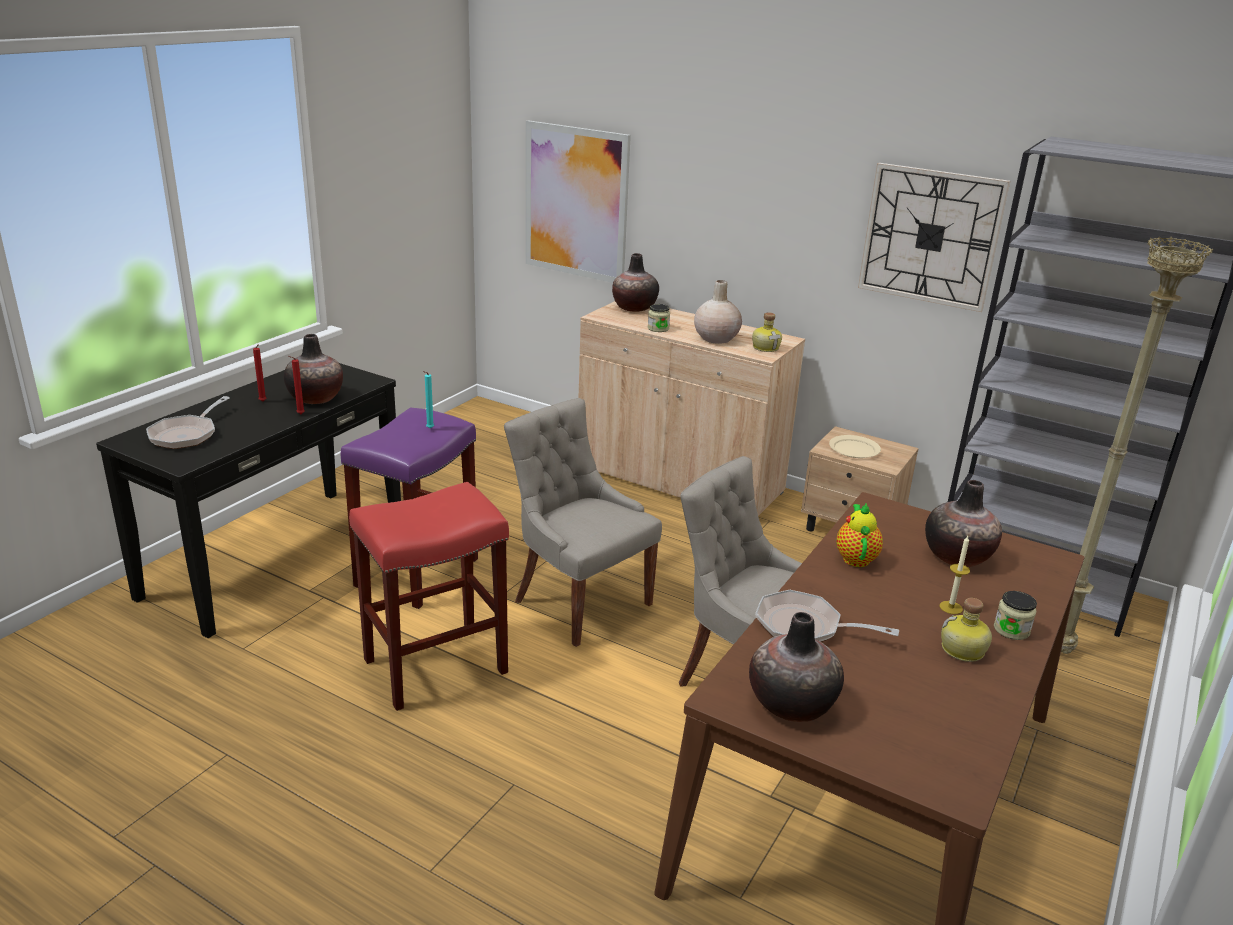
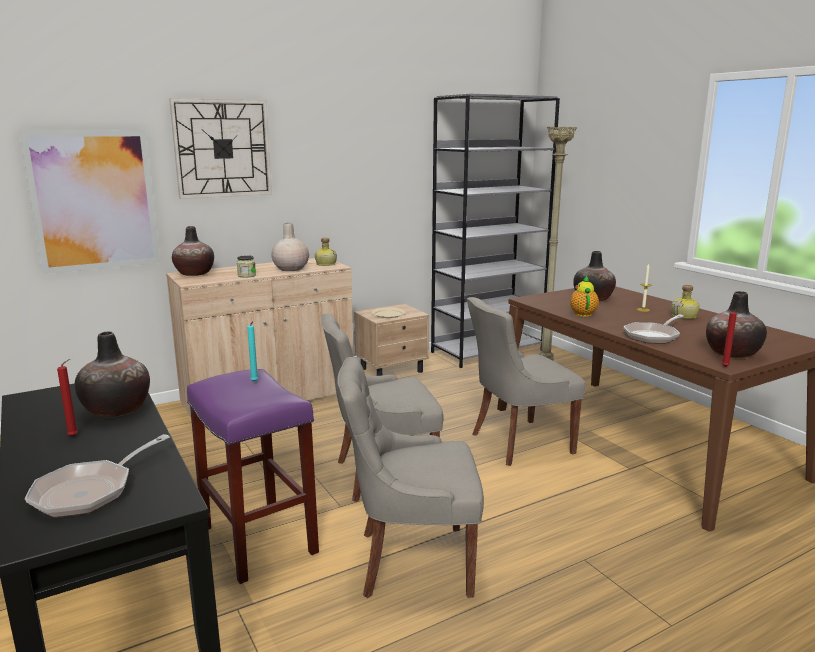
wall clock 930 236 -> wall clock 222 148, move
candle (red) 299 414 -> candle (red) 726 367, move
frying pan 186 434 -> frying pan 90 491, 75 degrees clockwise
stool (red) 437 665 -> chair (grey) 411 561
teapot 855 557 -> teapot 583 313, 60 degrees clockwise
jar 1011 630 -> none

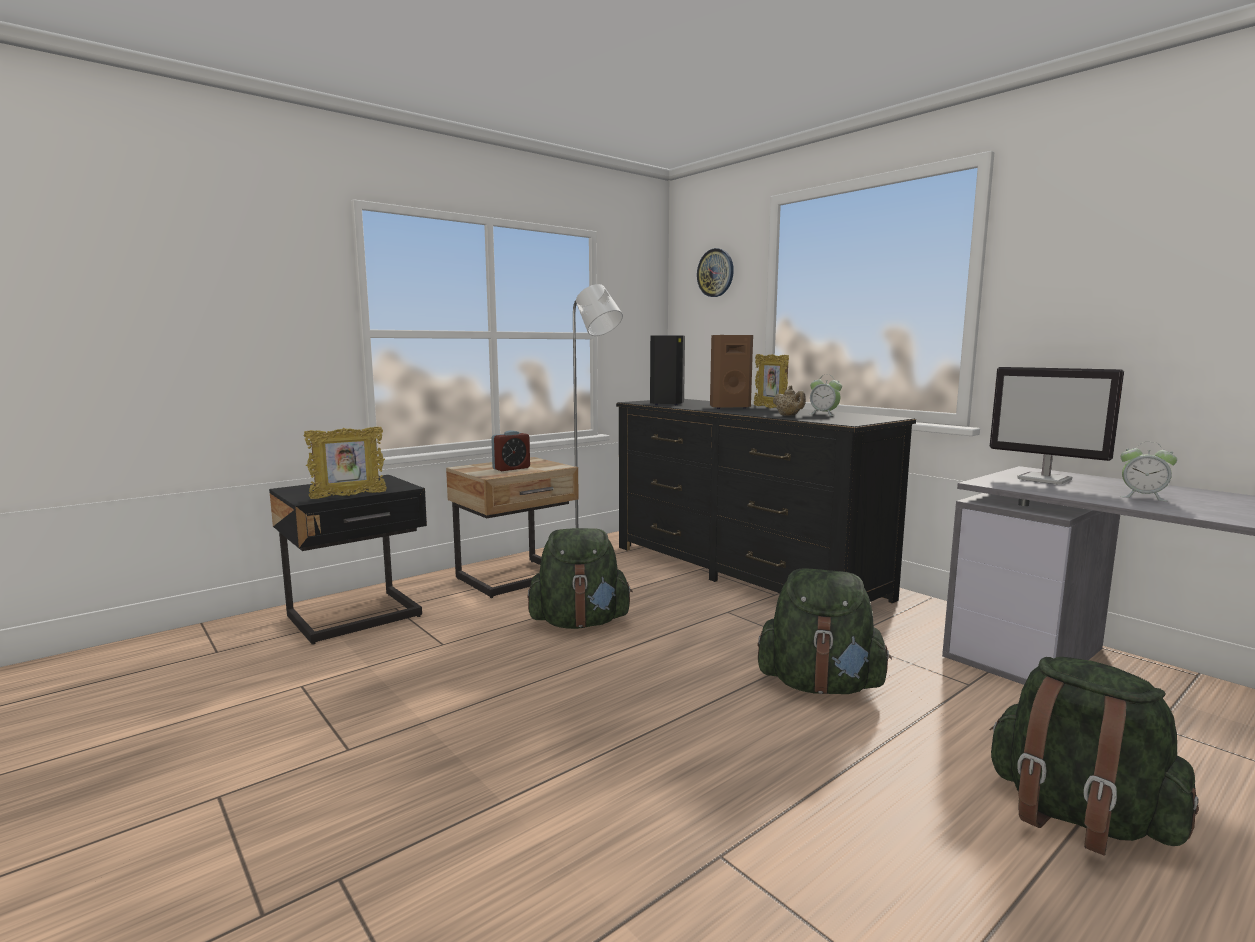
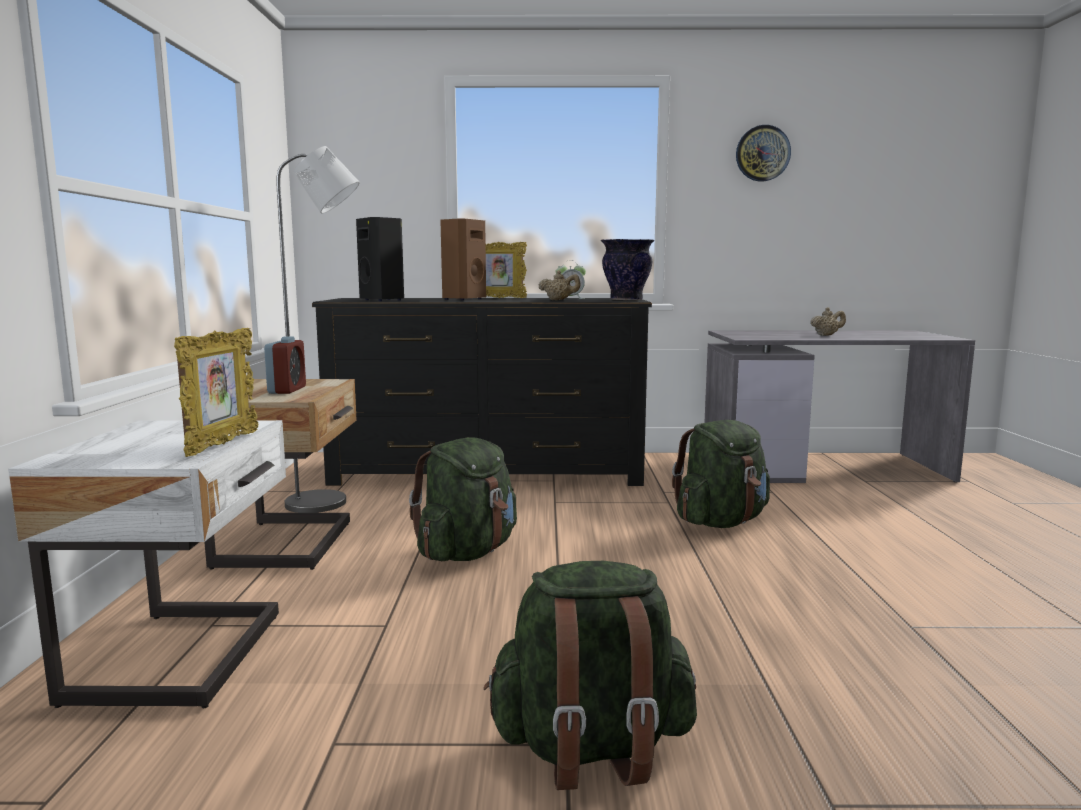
wall clock 715 273 -> wall clock 762 153, move
monitor 1045 479 -> none
alarm clock 1142 497 -> teapot (beige) 826 335
nightstand (black) 357 618 -> nightstand (white) 186 656
backpack (green) 1077 817 -> backpack (green) 591 748, move
none -> vase 627 300

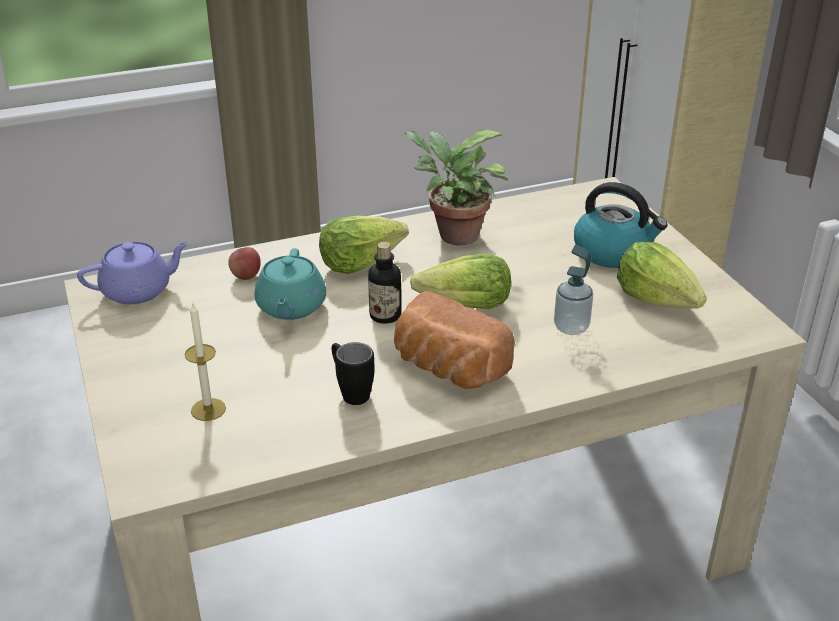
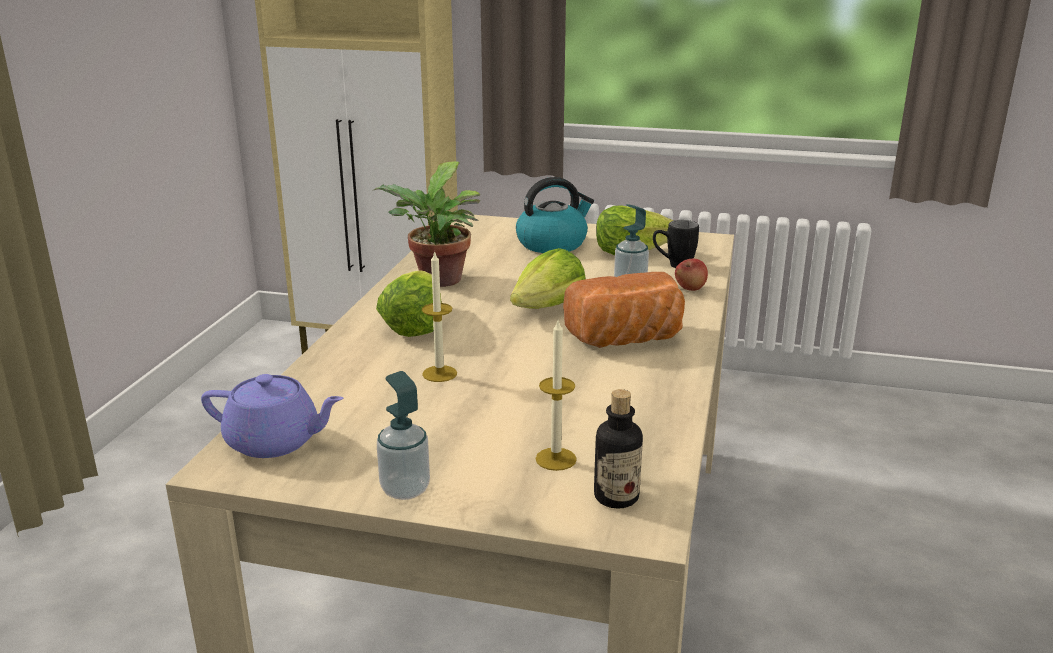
teapot (purple) 138 291 -> teapot (purple) 275 442, 90 degrees clockwise
bottle 385 315 -> bottle 616 497, move
apple 246 276 -> apple 690 288, move
teapot (turquoise) 291 307 -> candle 439 374
mug (black) 350 392 -> mug (black) 673 265, move
none -> soap dispenser 405 489

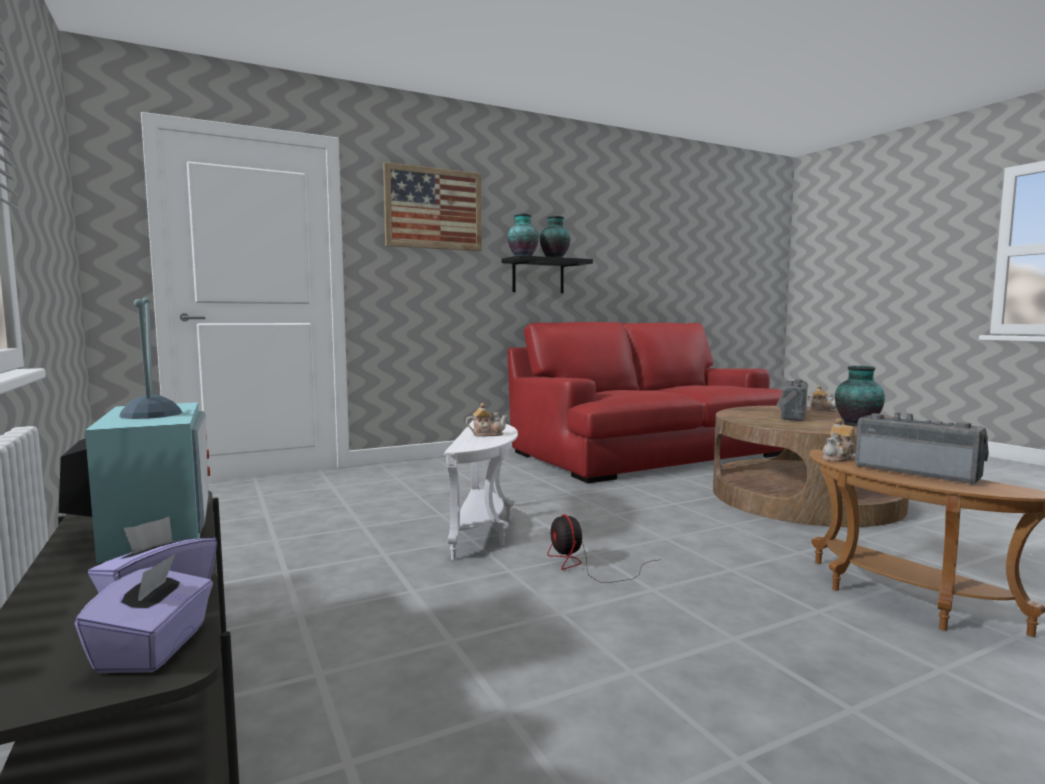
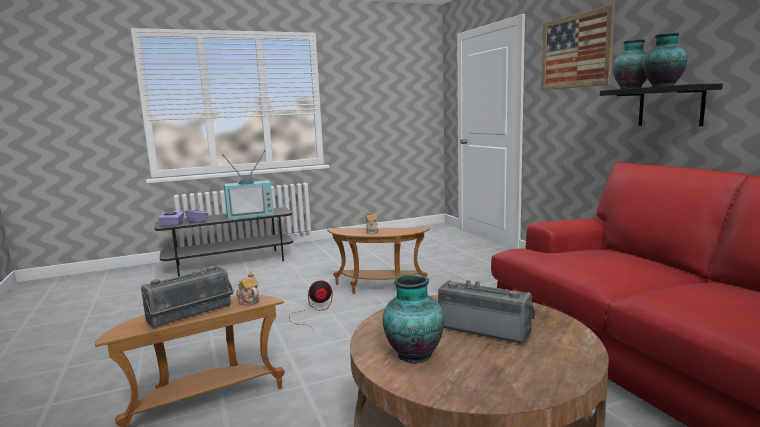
teapot 822 410 -> none
side table (white) 484 530 -> side table (brown) 378 288

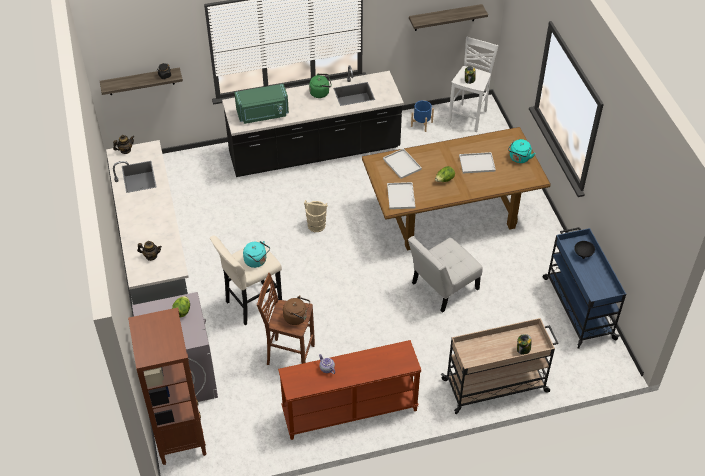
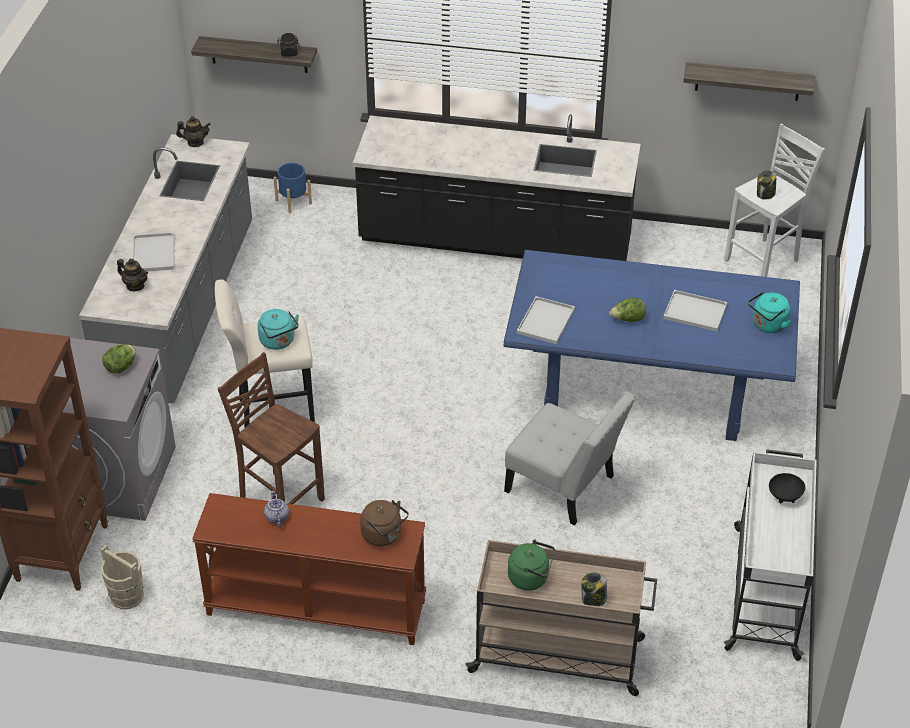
kettle (green) 321 93 -> kettle (green) 531 578, move
microwave (green) 263 114 -> none
planter (blue) 421 124 -> planter (blue) 293 202, move
dining table (brown) 450 214 -> dining table (blue) 644 388
tray (white) 401 164 -> tray (white) 153 253, move
bucket (beige) 316 225 -> bucket (beige) 127 595, move
cart (blue) 578 307 -> cart (white) 765 590
chair (white) 442 288 -> chair (white) 564 487, 135 degrees counterclockwise
kettle (brown) 297 317 -> kettle (brown) 384 535, move

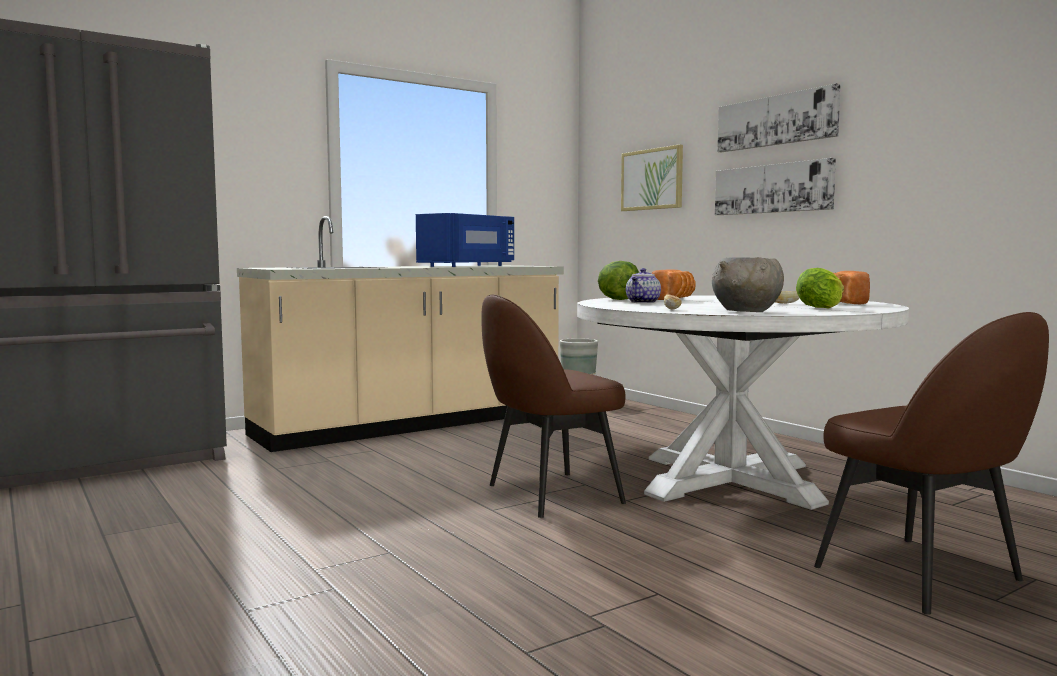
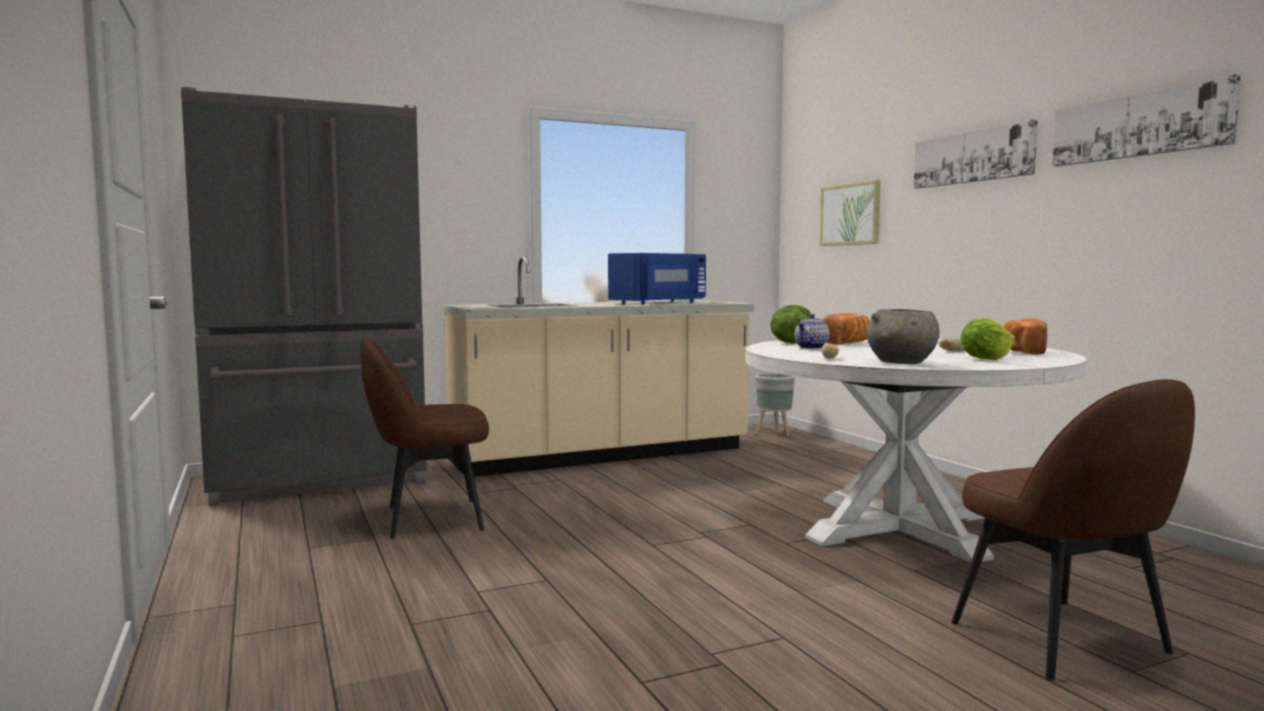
picture 773 188 -> picture 1139 125, move
chair (brown) 550 494 -> chair (brown) 430 518, move

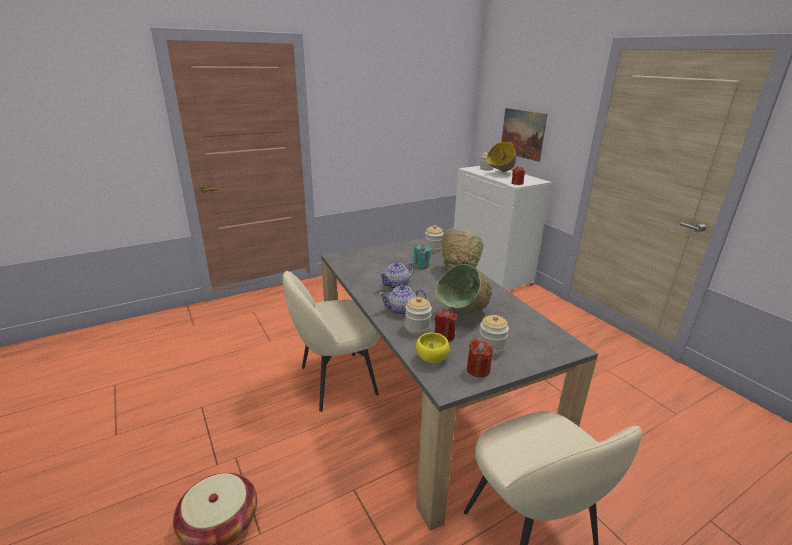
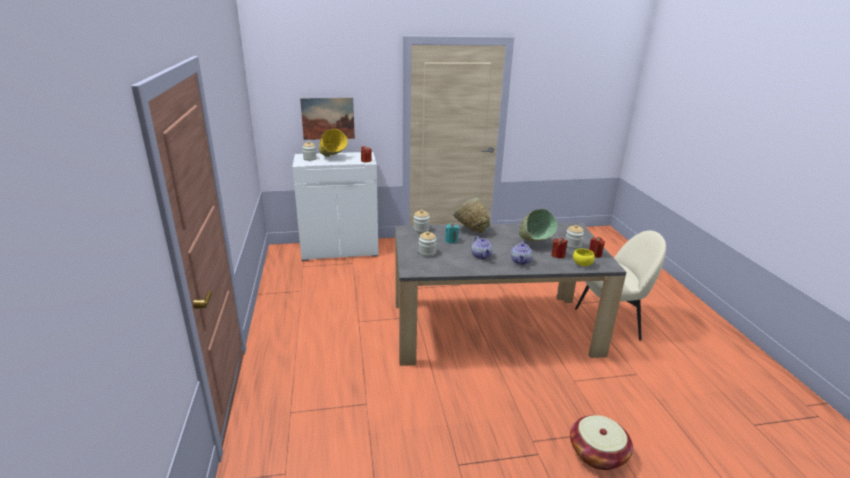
chair (beige) 335 381 -> none
jar 417 328 -> jar 427 253, move

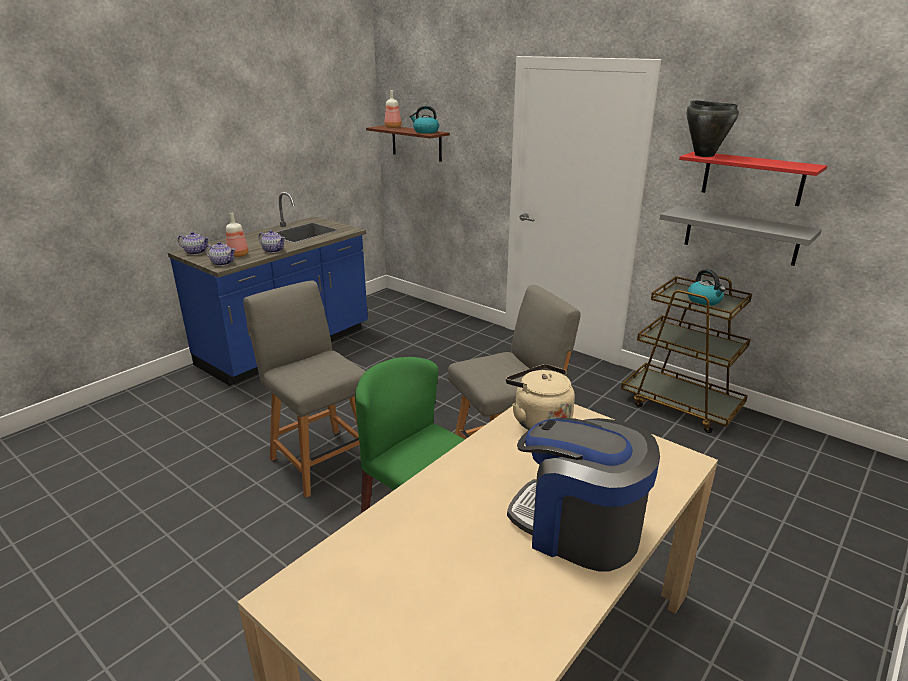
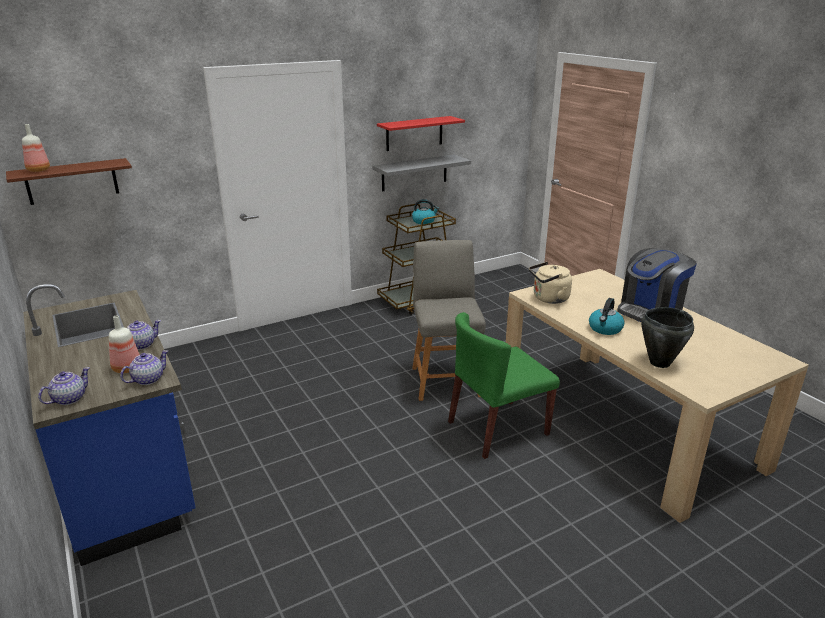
cooking pot (black) 704 155 -> cooking pot (black) 659 362, move
kettle 425 132 -> kettle 605 329, move
chair (grey) 320 459 -> none

